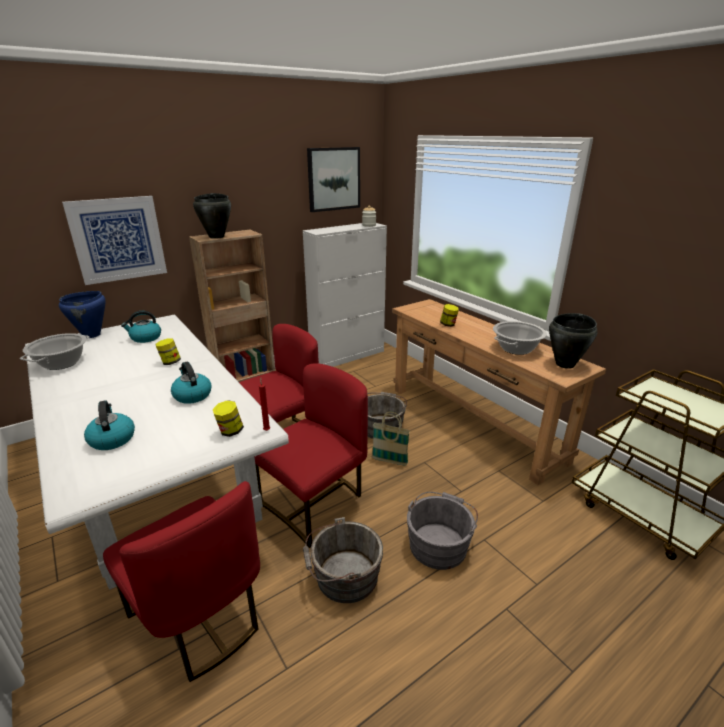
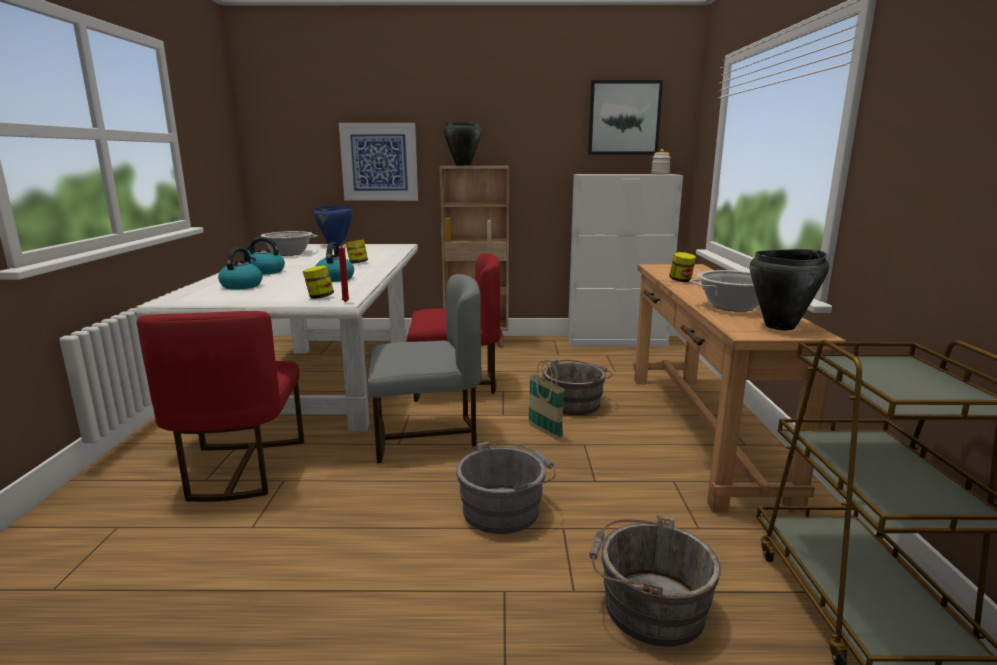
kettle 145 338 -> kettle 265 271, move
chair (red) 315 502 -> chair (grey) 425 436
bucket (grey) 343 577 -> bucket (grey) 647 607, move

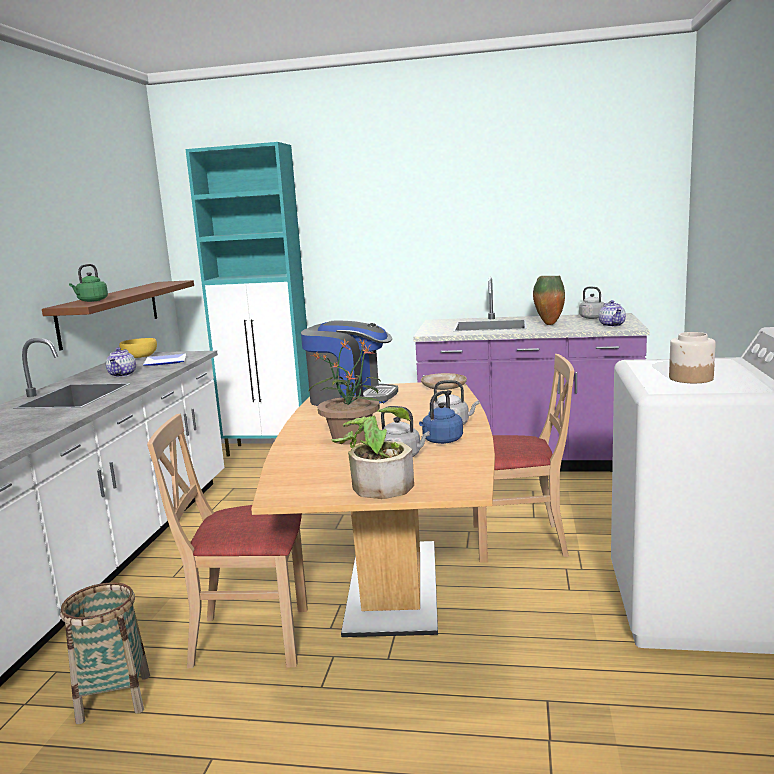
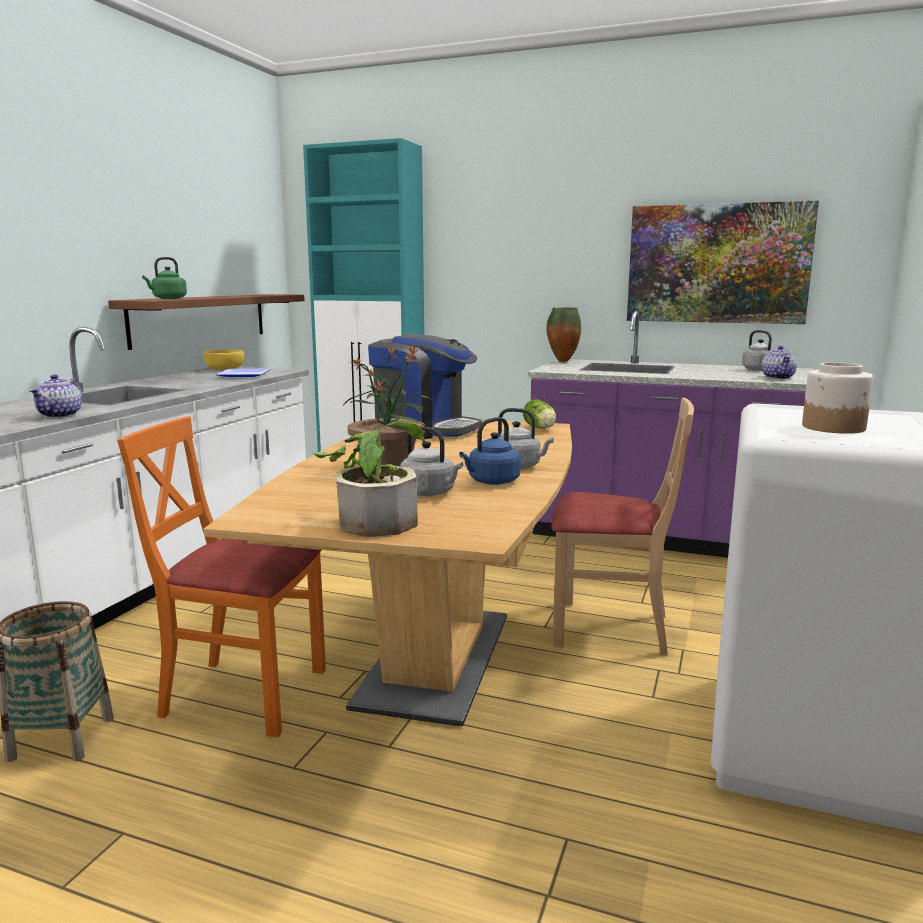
vase 548 324 -> vase 562 361, move
teapot 123 375 -> teapot 60 415, move
plate (beige) 444 387 -> lettuce 540 428
chair (beige) 250 638 -> chair (orange) 245 694
none -> picture 717 264

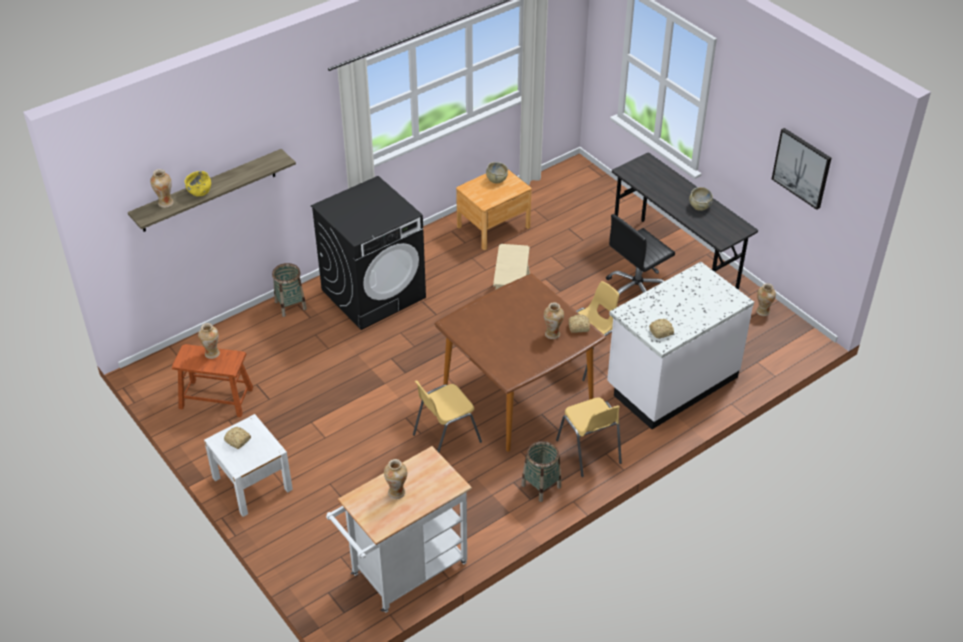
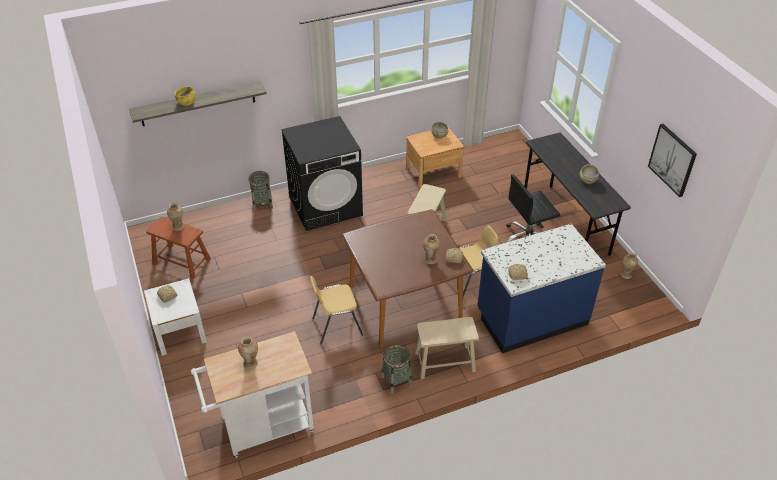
vase 165 203 -> none
counter (white) 671 382 -> counter (blue) 531 317
chair (yellow) 589 452 -> stool (beige) 444 361

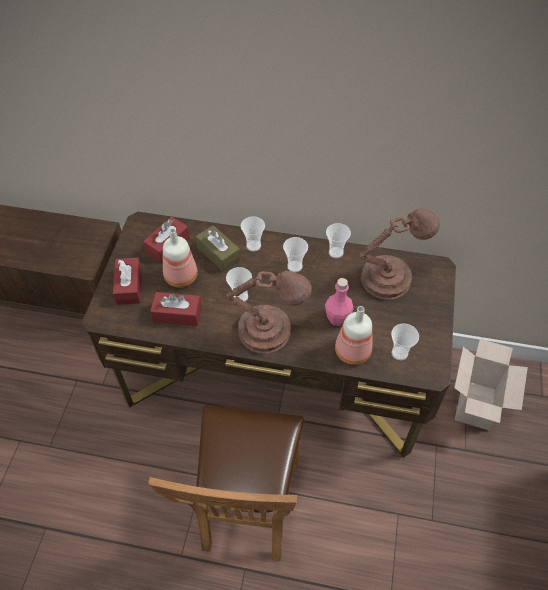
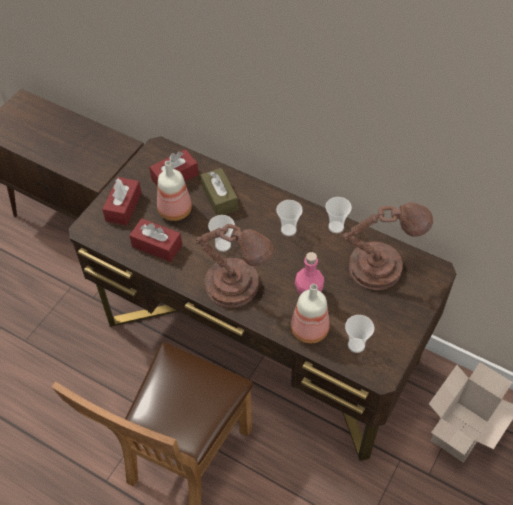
cup 253 245 -> none

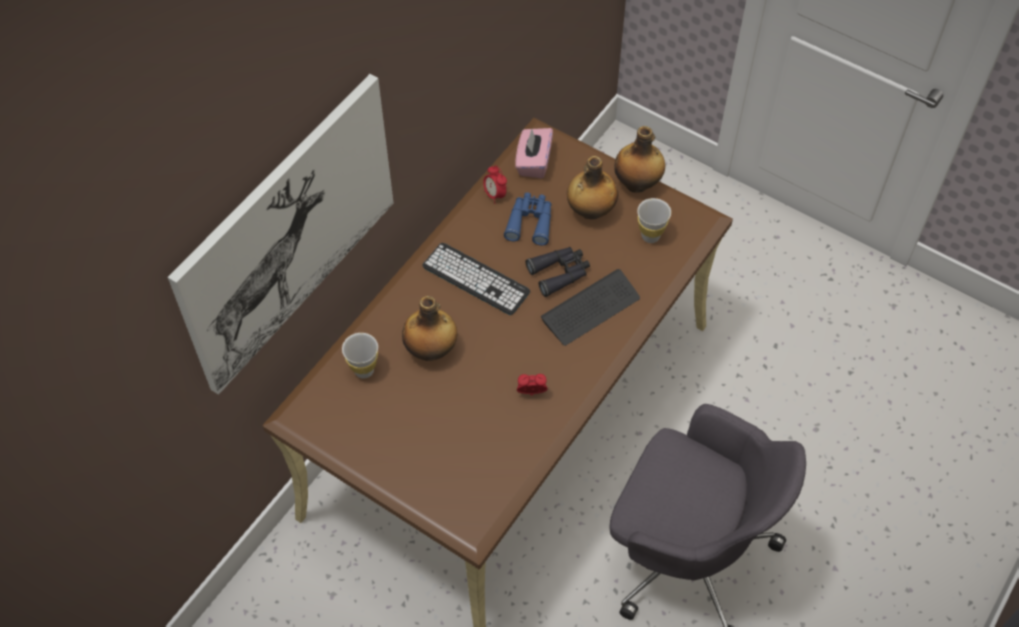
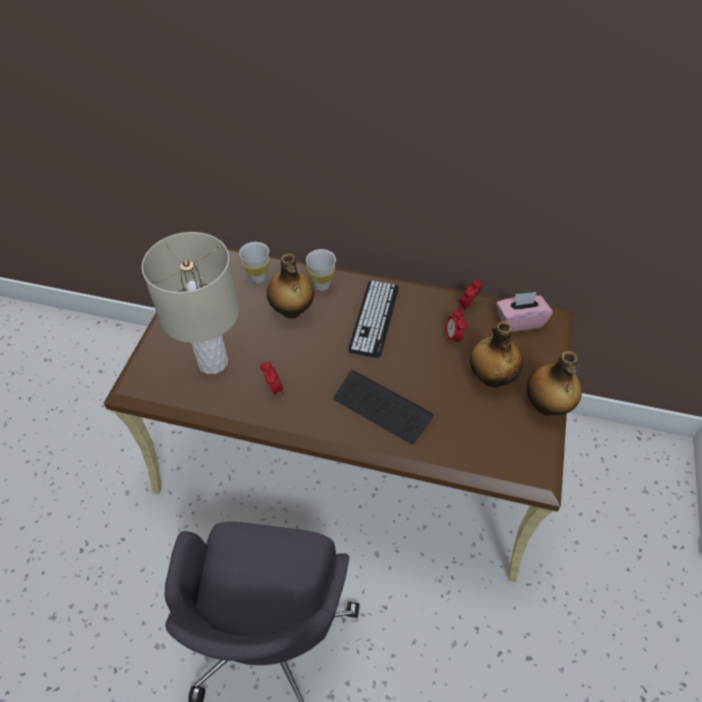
picture 289 233 -> none
binoculars (blue) 530 222 -> alarm clock 453 337
cup (white) 650 236 -> cup (white) 322 285, move
binoculars (black) 560 273 -> none
none -> table lamp (beige) 213 362

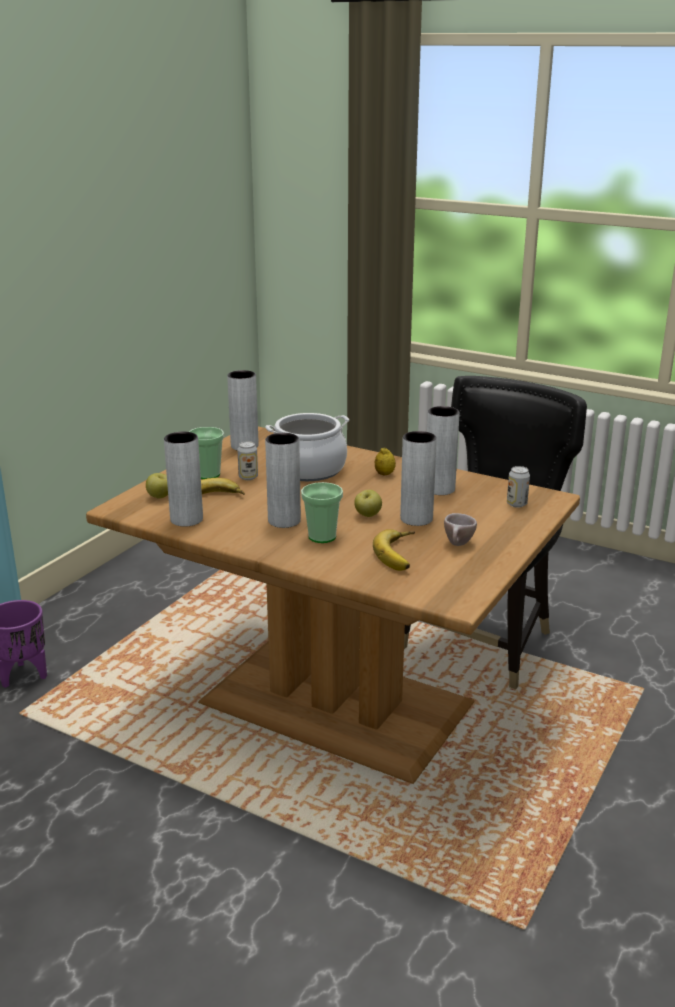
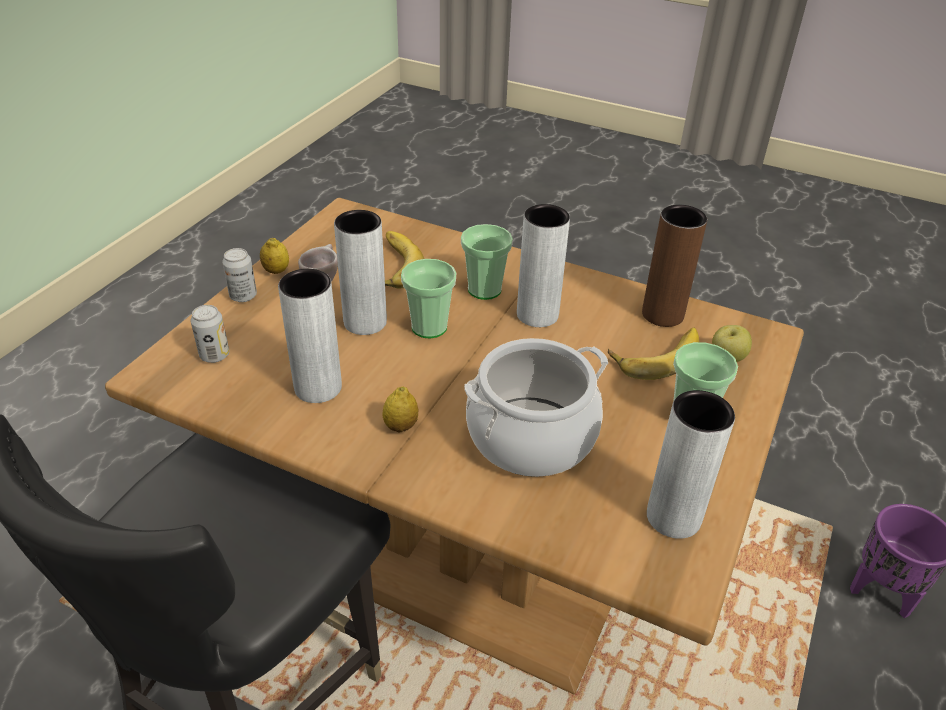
vase (grey) 186 519 -> vase (brown) 662 314
can 248 477 -> can 243 296, move
apple 368 515 -> cup 429 327
none -> lemon 276 271

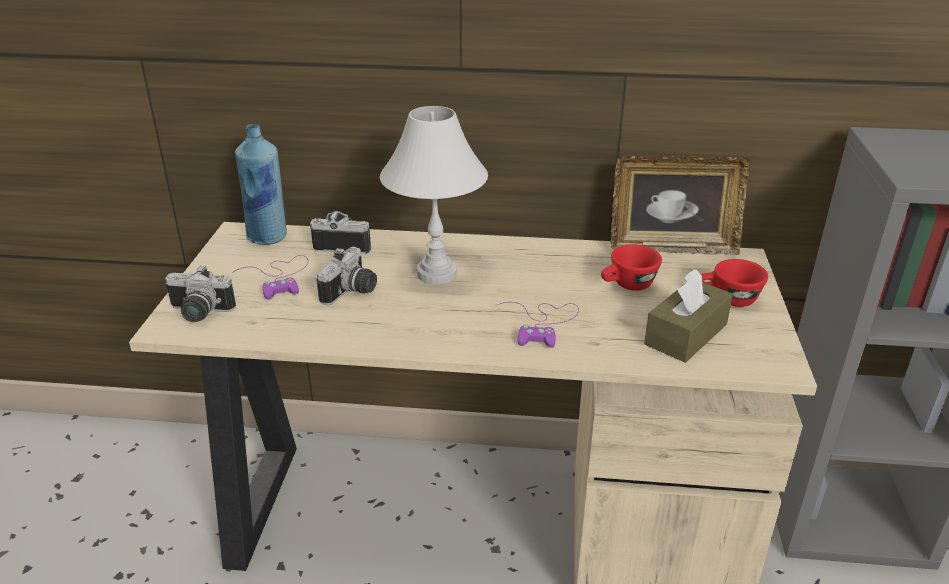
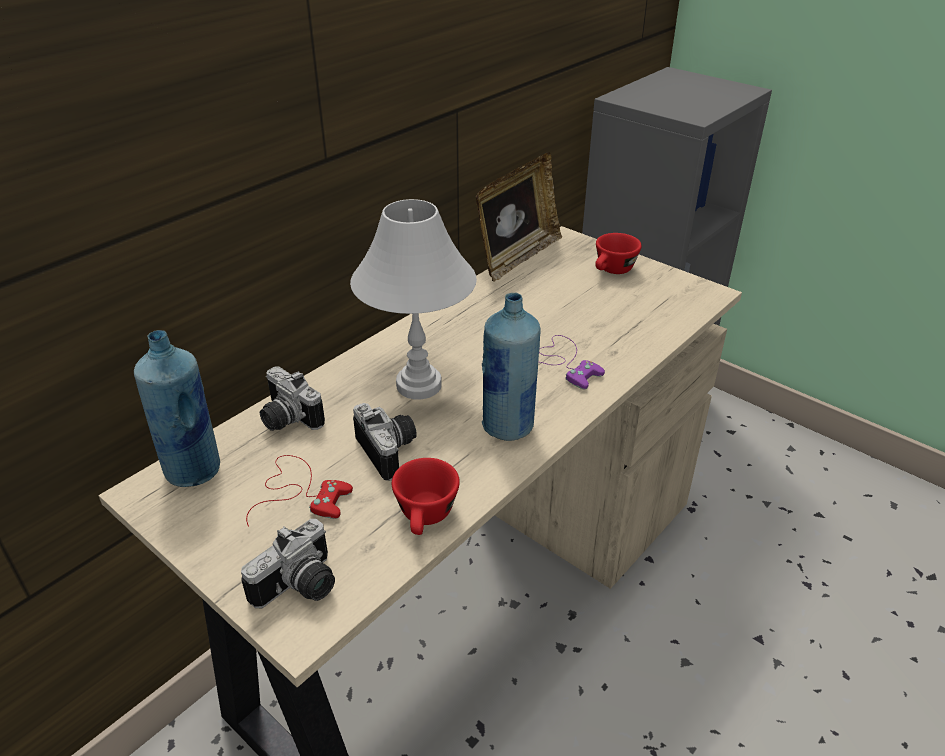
photo camera 345 243 -> photo camera 286 419, 90 degrees counterclockwise
cup (red) 627 285 -> cup (red) 426 518, move
game controller (purple) 281 277 -> game controller (red) 299 492
tissue box (brown) 686 334 -> none
none -> bottle (blue) 508 427

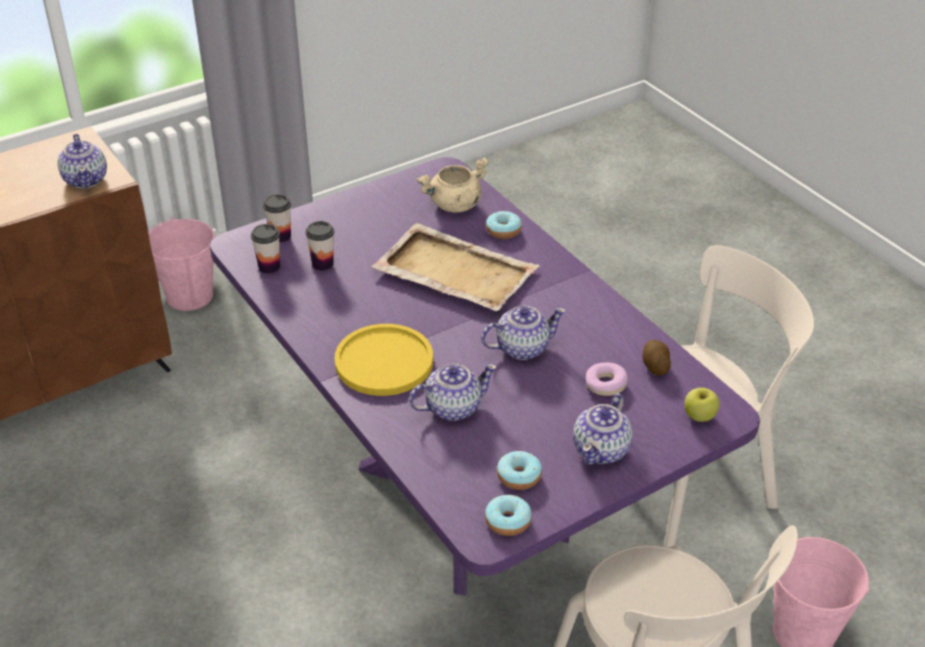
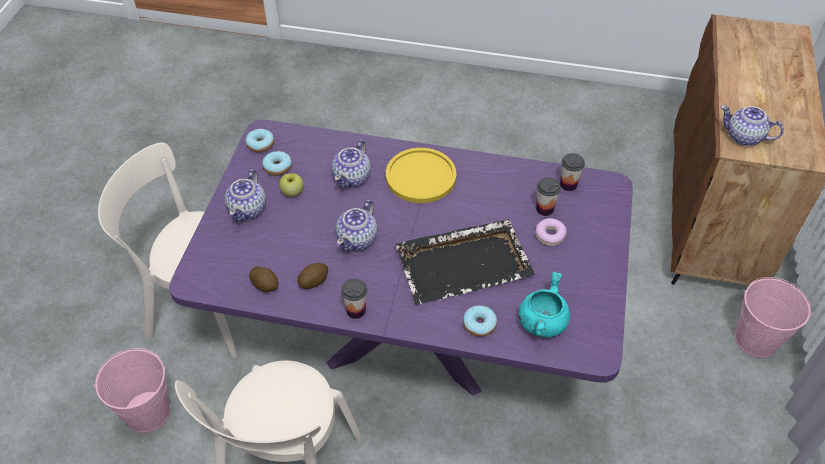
cooking pot (beige) 454 205 -> cooking pot (turquoise) 541 322
cup 280 236 -> cup 356 310, move
tray (beige) 454 271 -> tray (black) 465 264
donut 605 384 -> donut 550 235, move
apple 700 416 -> apple 292 192, move
teapot 602 450 -> teapot 248 209, 150 degrees counterclockwise
none -> potato 313 281

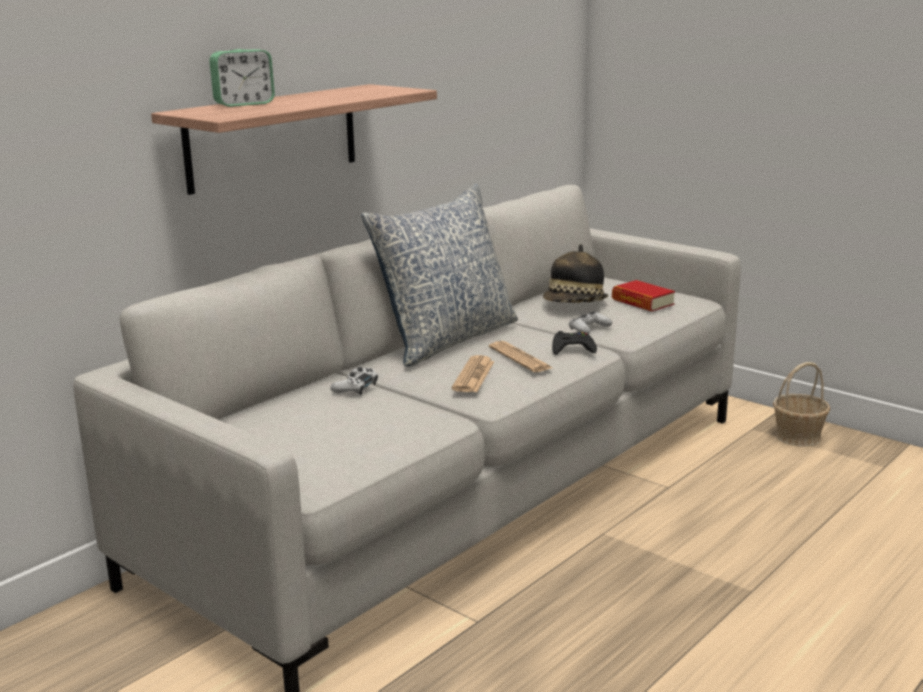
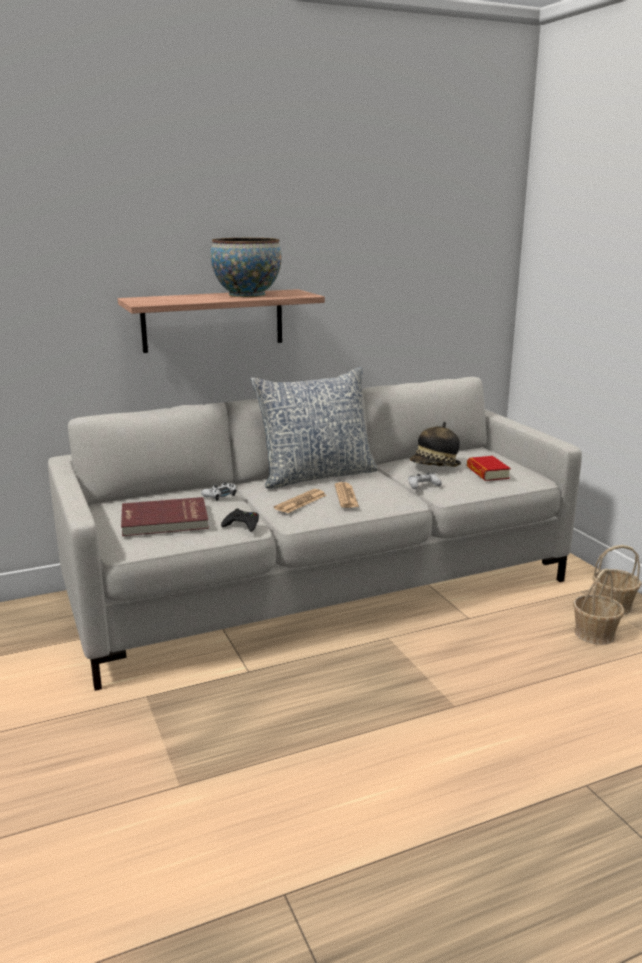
alarm clock 244 104 -> none
game controller (black) 572 349 -> game controller (black) 242 525, move
none -> bowl 247 295
none -> book (red) 164 521
none -> basket 595 634

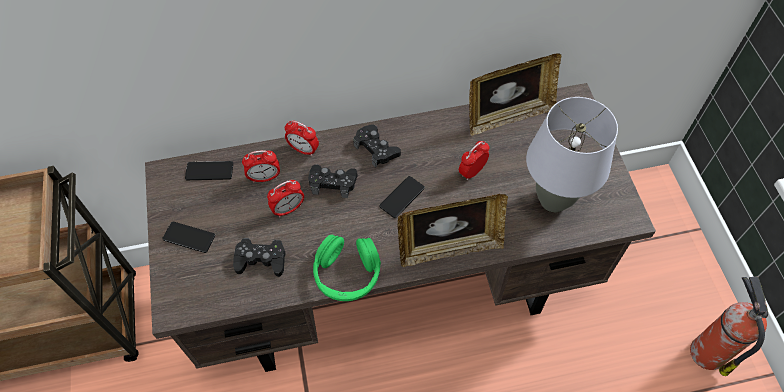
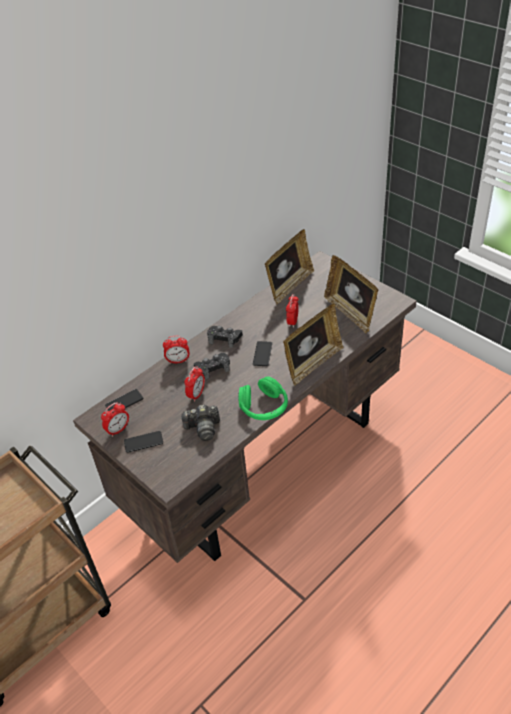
table lamp (grey) 553 200 -> picture frame 350 313
alarm clock 264 177 -> alarm clock 118 430, move
game controller (black) 261 260 -> photo camera 203 428
fire extinguisher 706 351 -> none

